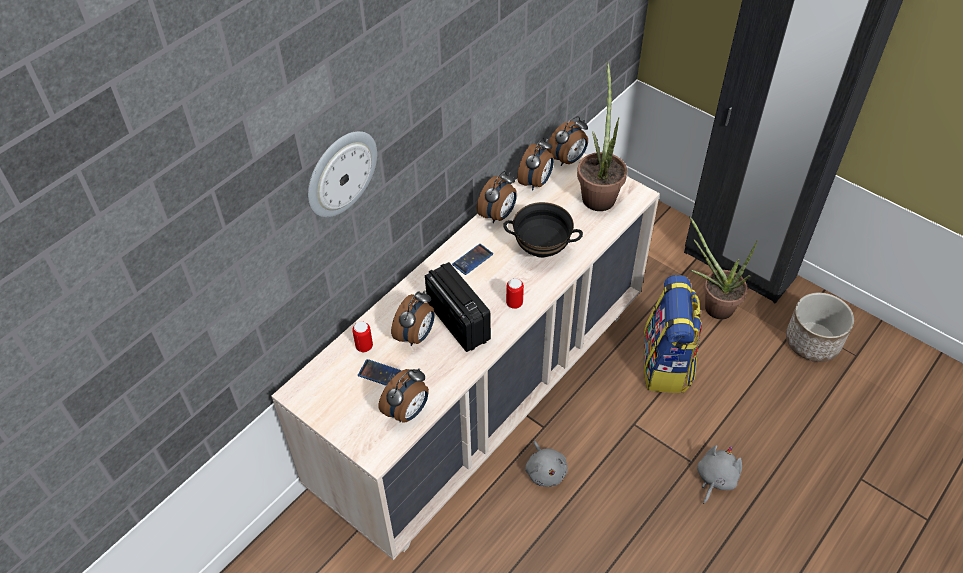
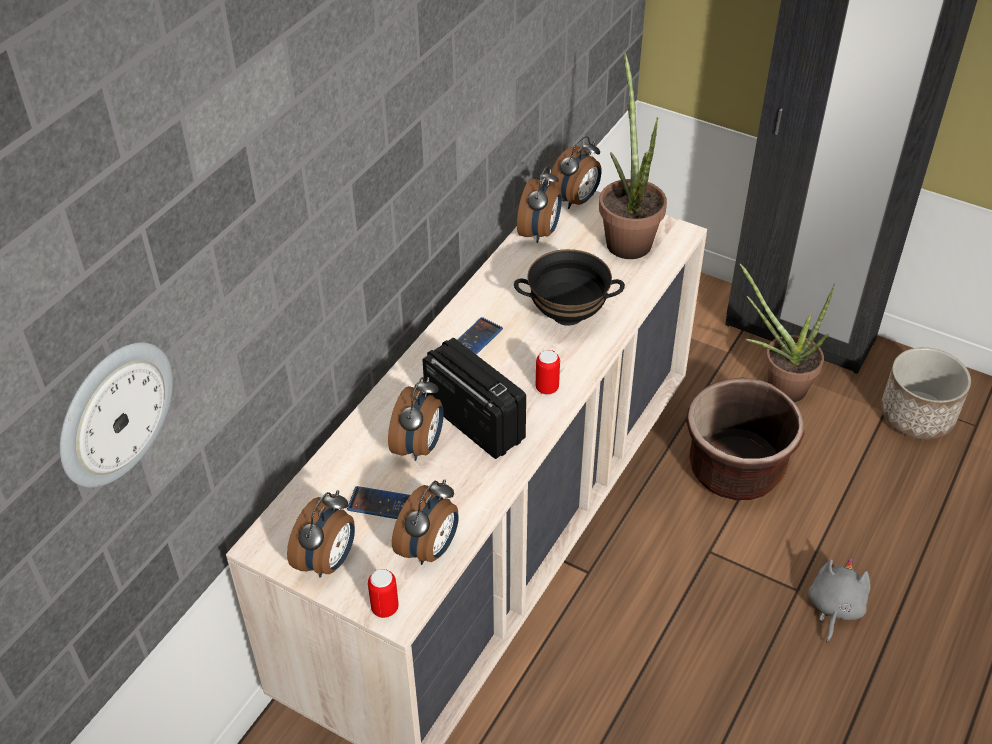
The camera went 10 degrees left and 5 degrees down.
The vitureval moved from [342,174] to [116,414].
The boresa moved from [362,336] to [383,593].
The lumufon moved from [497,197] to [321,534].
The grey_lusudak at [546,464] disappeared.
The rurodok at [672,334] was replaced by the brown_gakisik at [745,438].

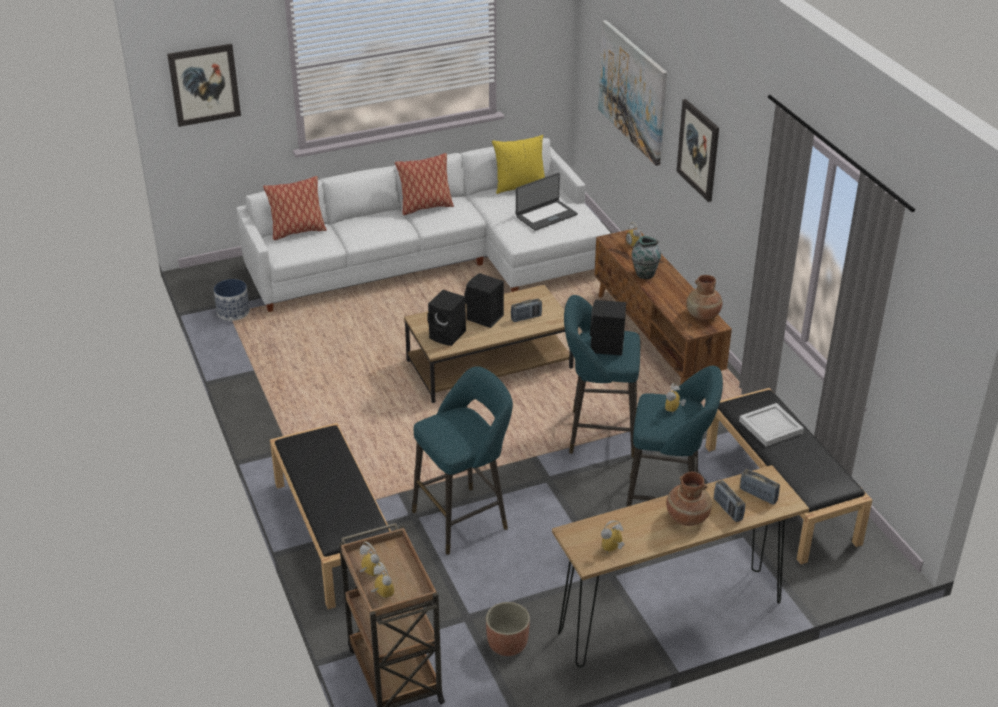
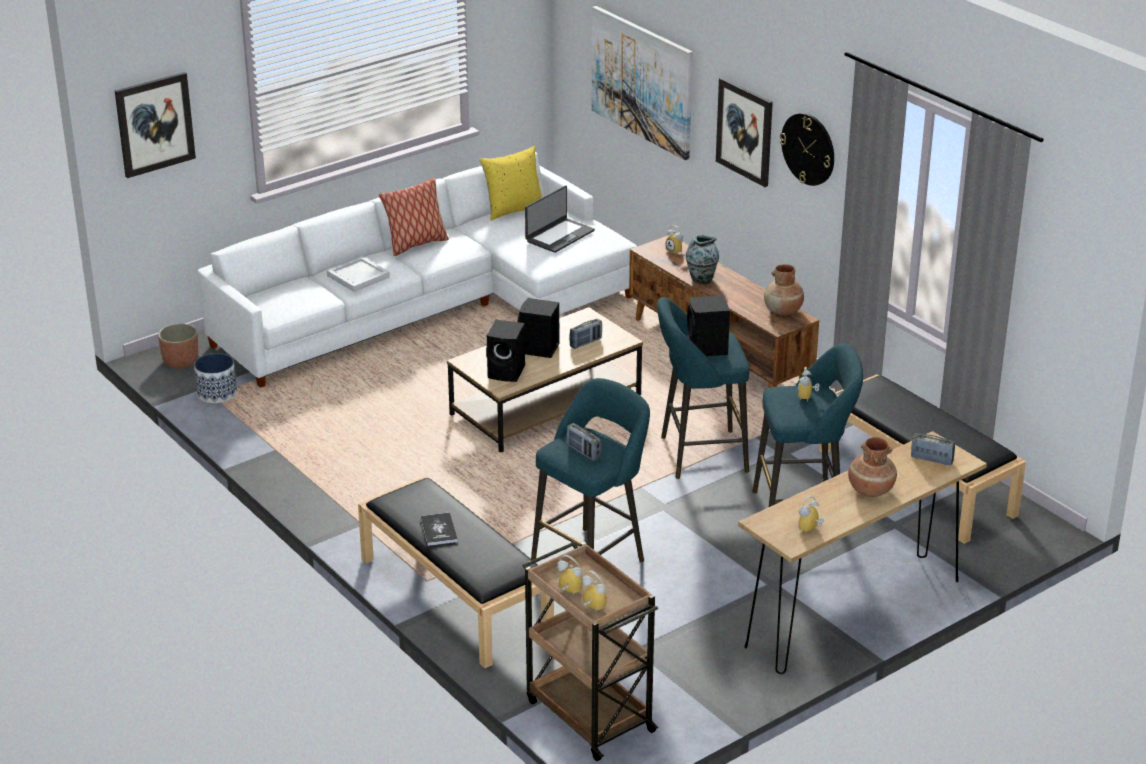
The camera went 15 degrees left and 5 degrees down.
The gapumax at [295,208] disappeared.
The gakisik moved from [508,629] to [178,346].
The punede moved from [729,501] to [584,442].
The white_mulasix moved from [771,425] to [358,274].
The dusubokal at [439,529] appeared.
The vitureval at [807,149] appeared.

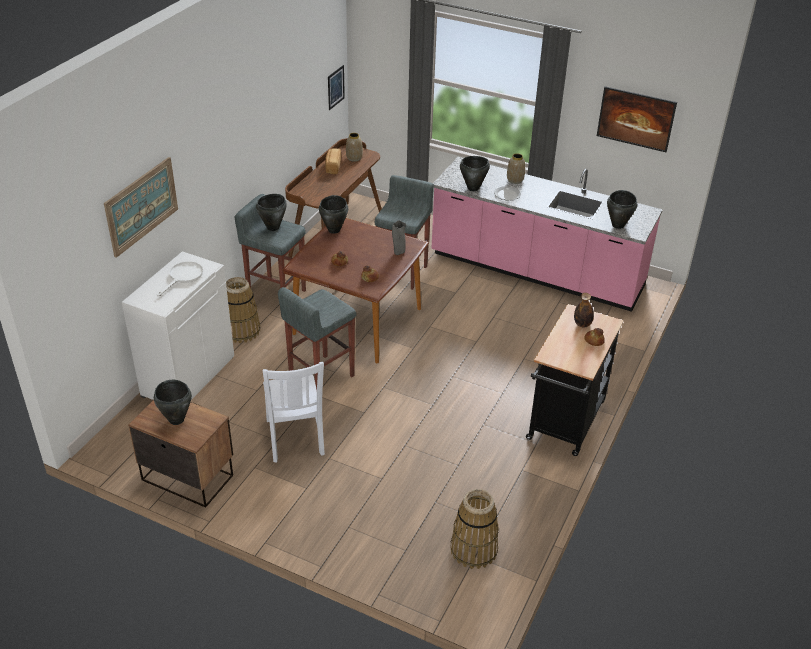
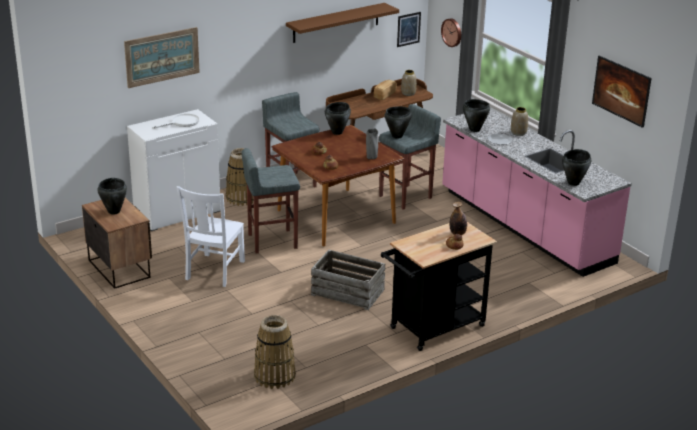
The camera went 30 degrees right and 10 degrees down.
The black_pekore moved from [271,212] to [398,122].
The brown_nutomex at [342,23] appeared.
The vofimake at [348,280] appeared.
The vitureval at [451,32] appeared.

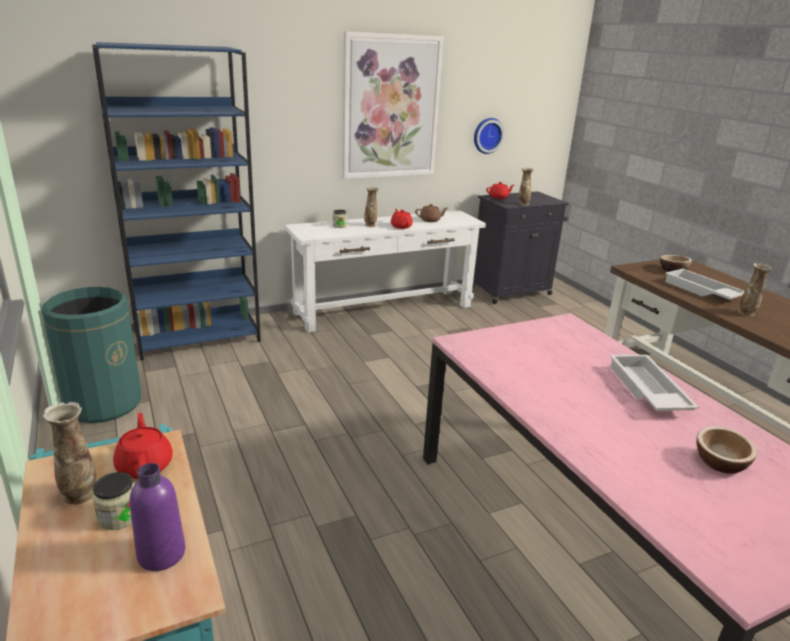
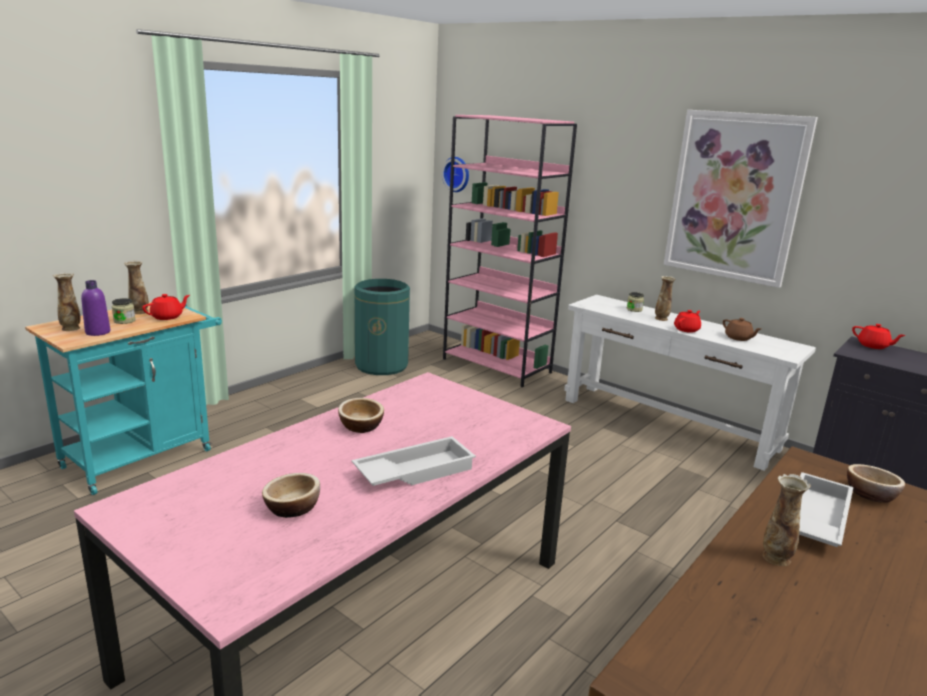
The camera went 65 degrees right and 5 degrees down.
The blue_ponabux at [176,201] became the pink_ponabux at [510,251].
The vitureval moved from [489,136] to [455,174].
The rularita moved from [526,187] to [67,302].
The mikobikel at [361,415] appeared.

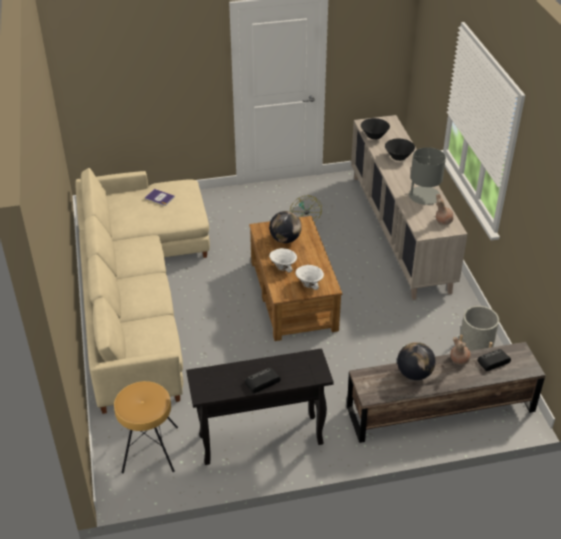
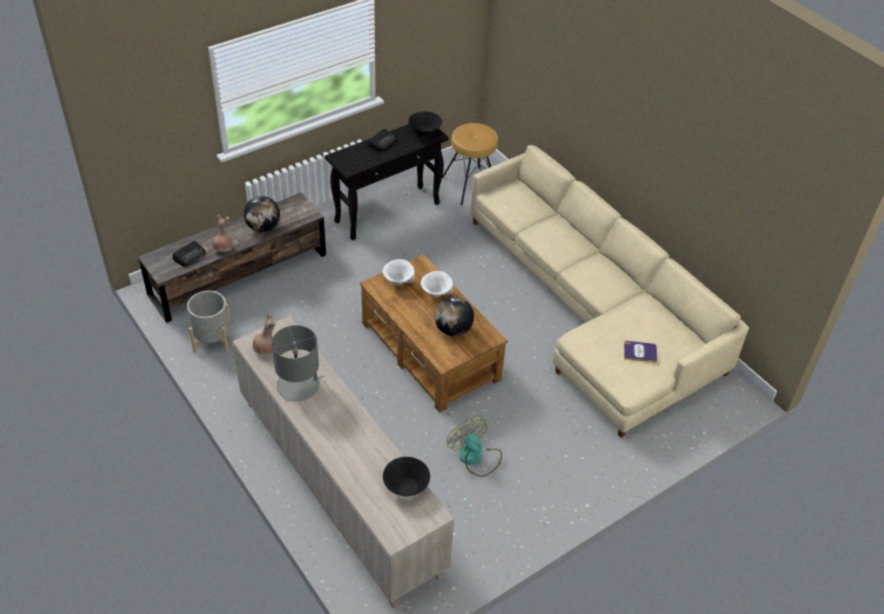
The camera went 155 degrees right and 5 degrees up.
The black_mikobikel moved from [400,150] to [425,124].

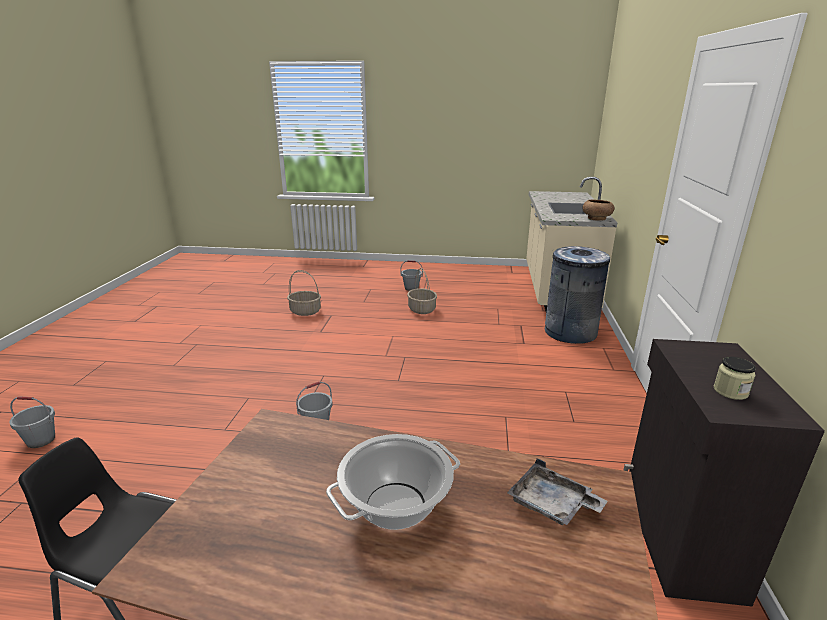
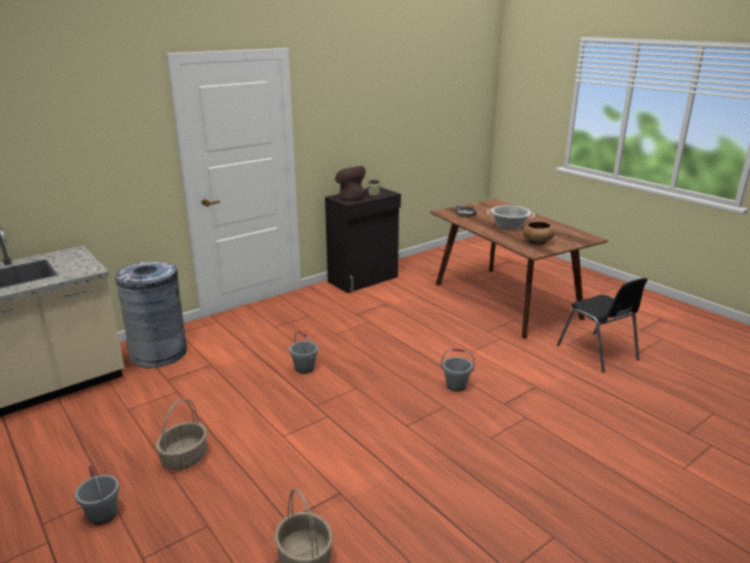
The camera went 135 degrees left and 0 degrees up.
The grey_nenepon moved from [32,422] to [303,352].
The brown_mikobikel moved from [598,210] to [539,233].
The brown_rularita at [350,183] appeared.

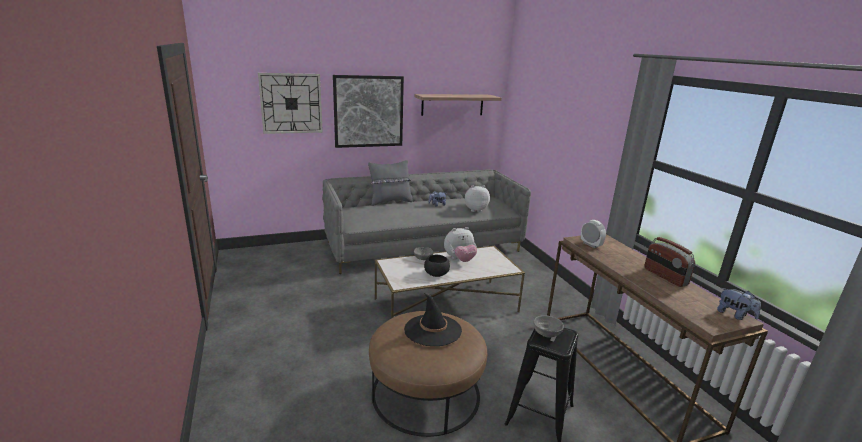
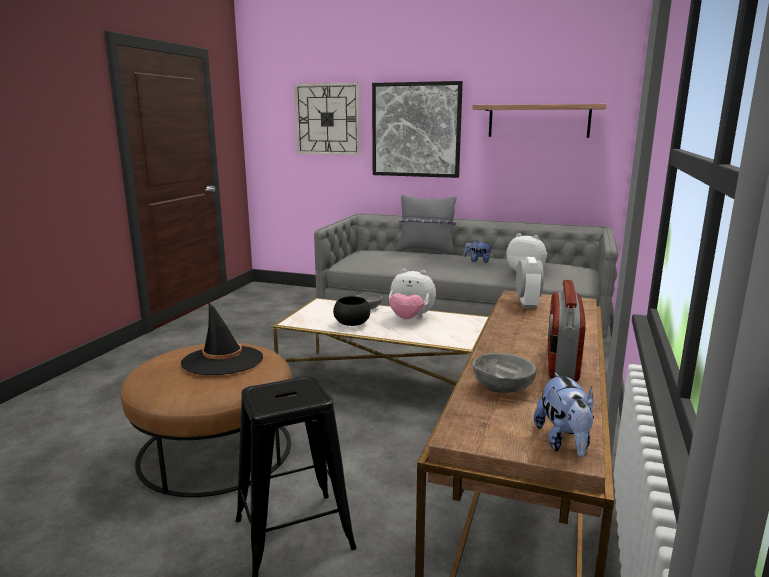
The camera went 40 degrees right and 5 degrees down.
The grey_mikobikel moved from [549,326] to [504,373].

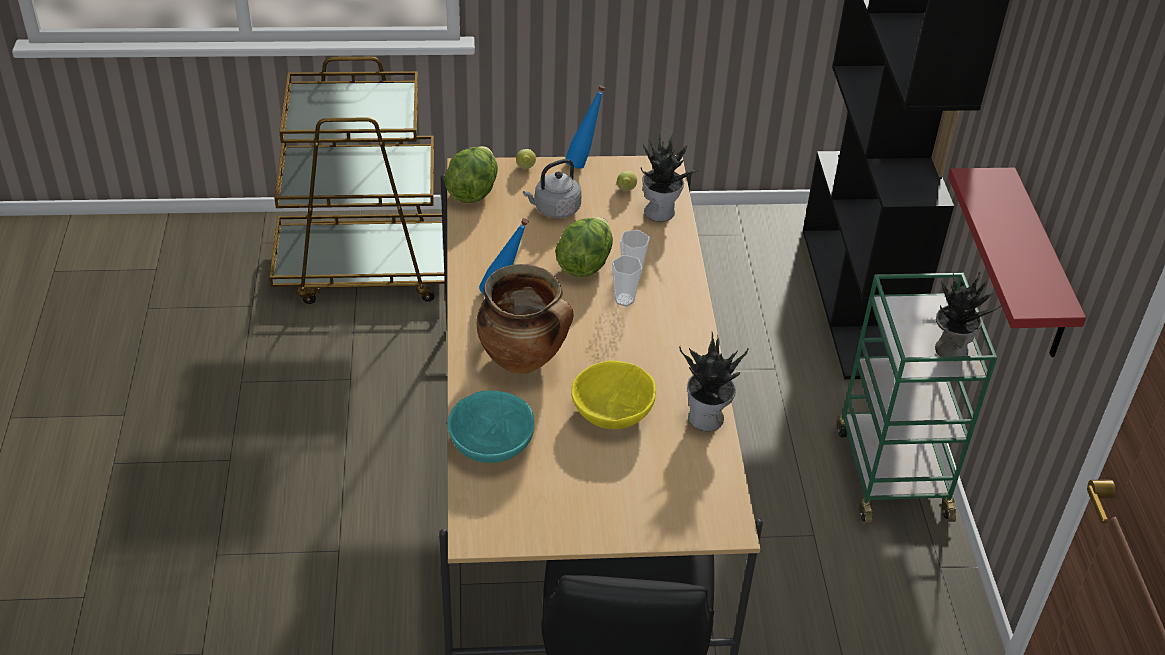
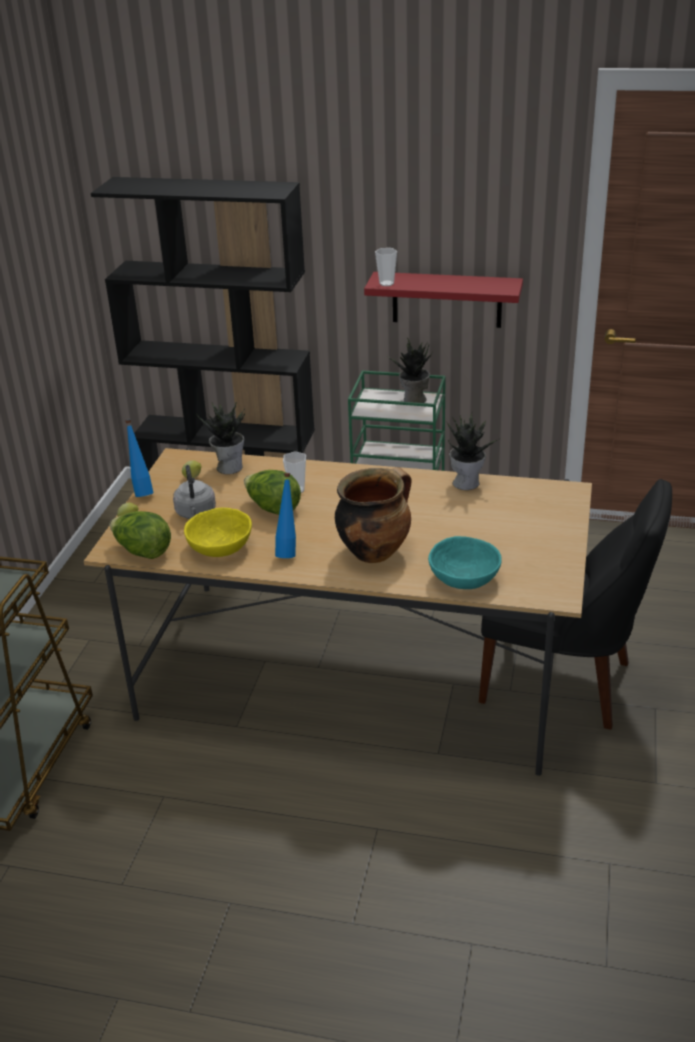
The camera went 70 degrees left and 10 degrees down.
The yellow_mikobikel moved from [613,394] to [218,532].
The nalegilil moved from [627,280] to [386,267].

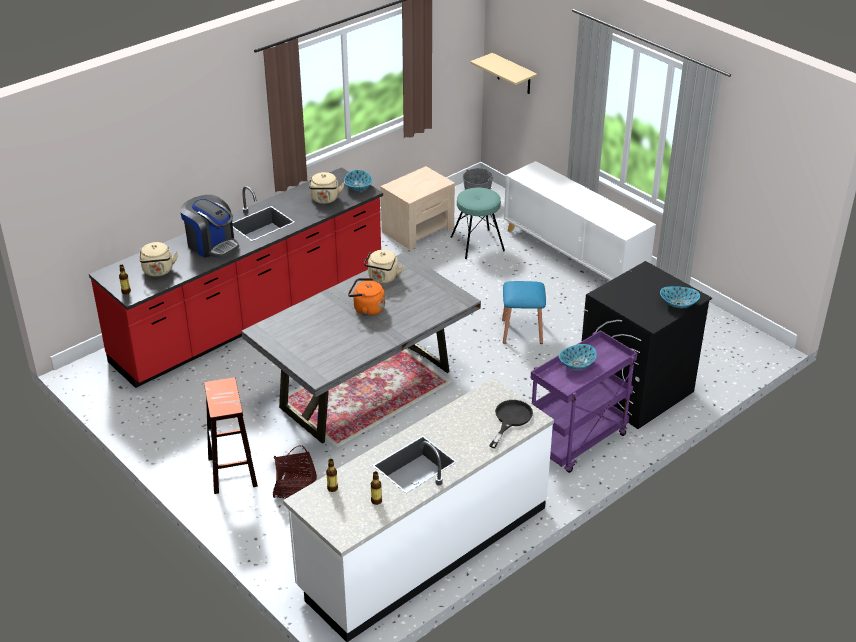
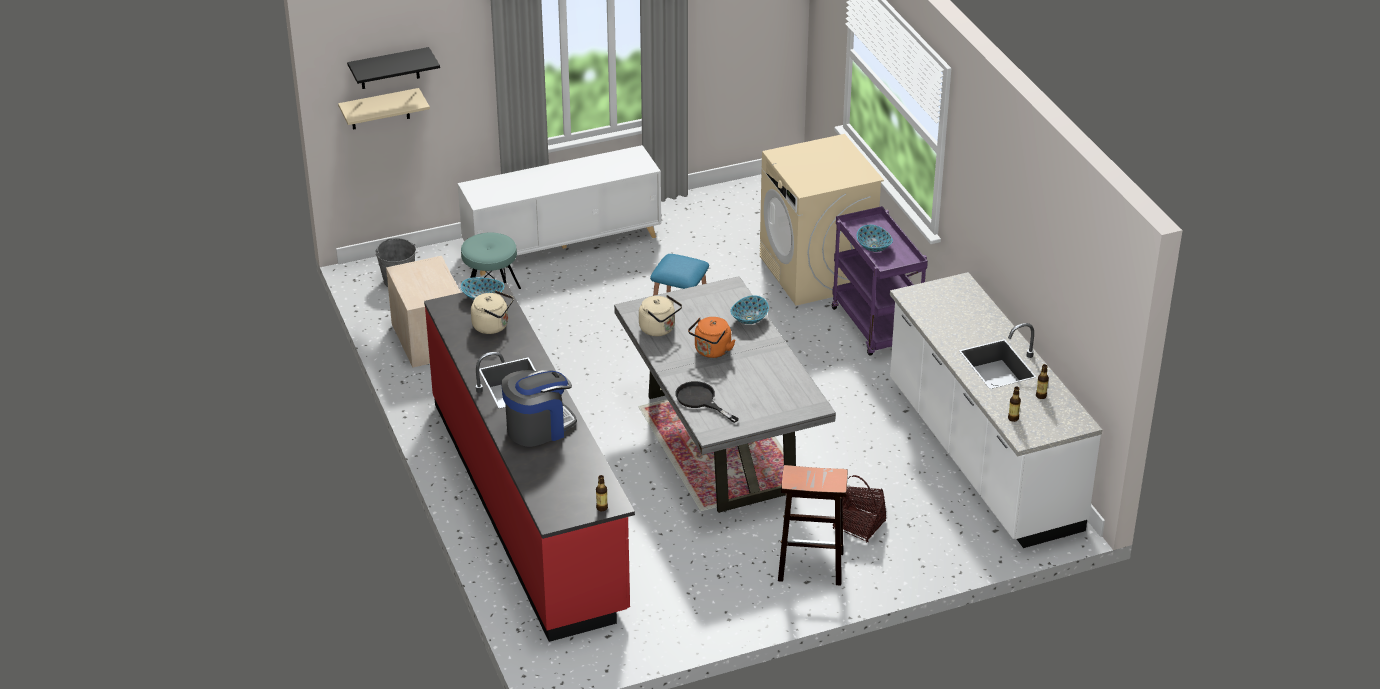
The camera went 70 degrees left and 0 degrees up.
The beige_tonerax at [159,259] disappeared.
The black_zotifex moved from [511,424] to [707,402].
The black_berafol at [647,345] became the beige_berafol at [822,220].
The mikobikel moved from [680,297] to [750,309].
The black_nutomex at [393,68] appeared.

